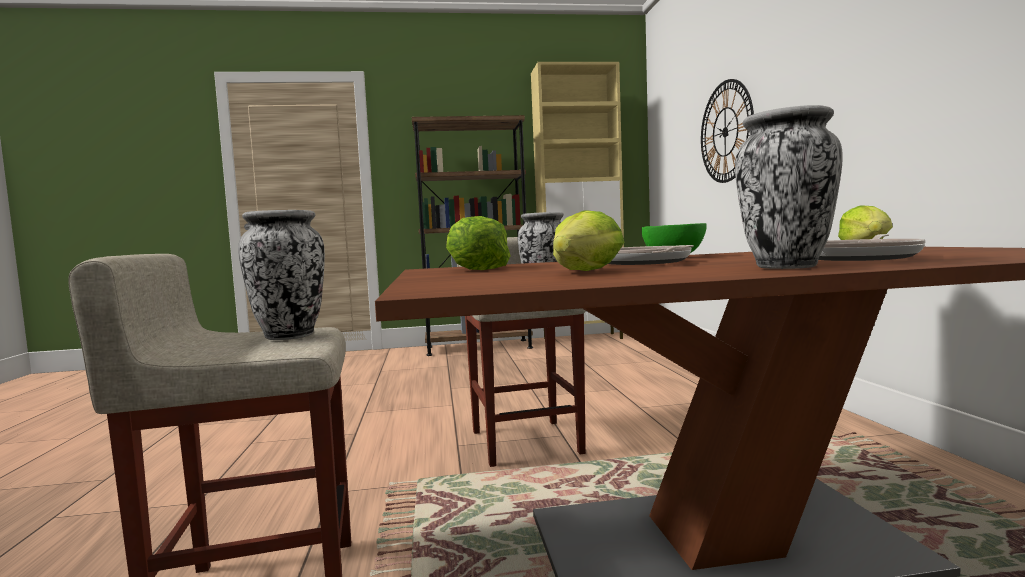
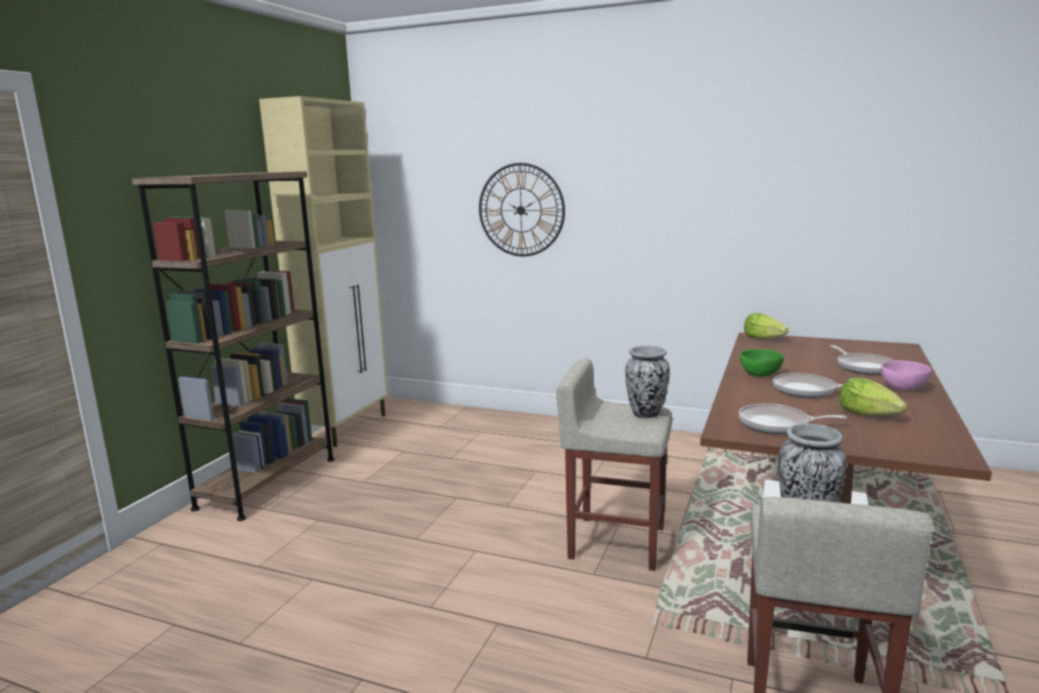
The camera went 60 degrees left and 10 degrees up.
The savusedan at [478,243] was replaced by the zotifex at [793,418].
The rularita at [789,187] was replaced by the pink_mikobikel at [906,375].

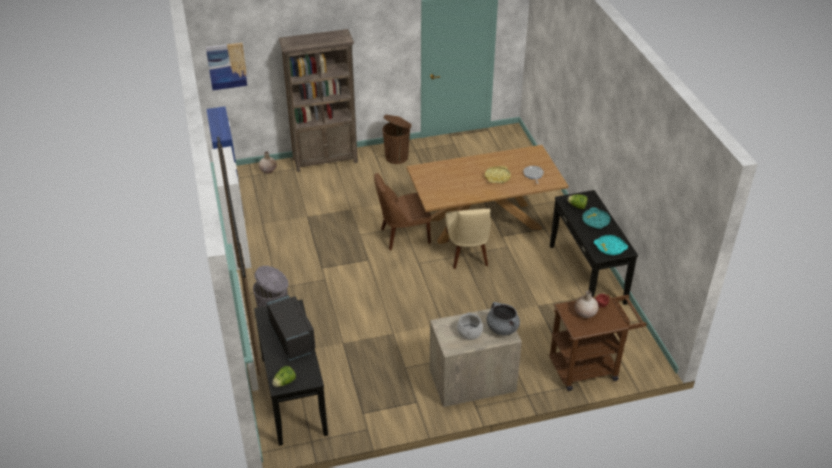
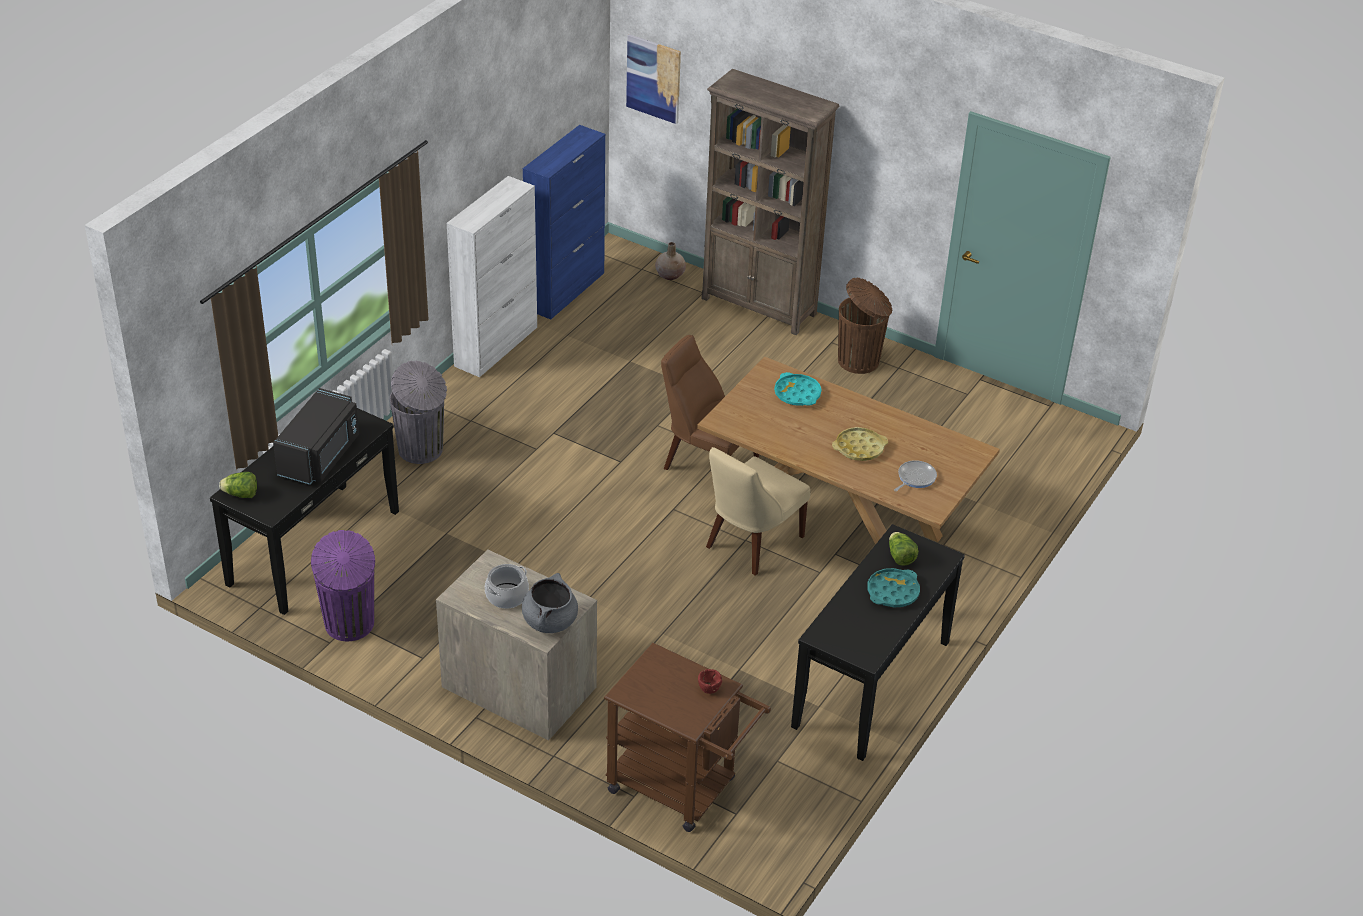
The camera went 45 degrees right and 0 degrees up.
The beige_rularita at [587,304] disappeared.
The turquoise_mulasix moved from [611,245] to [798,389].
The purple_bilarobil at [343,585] appeared.

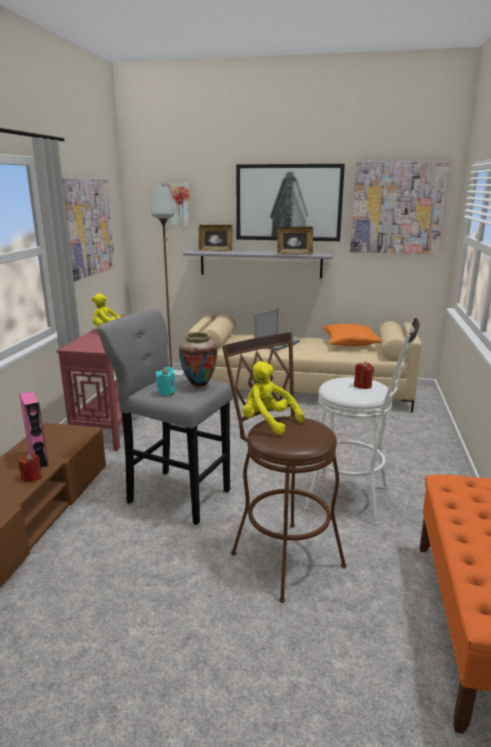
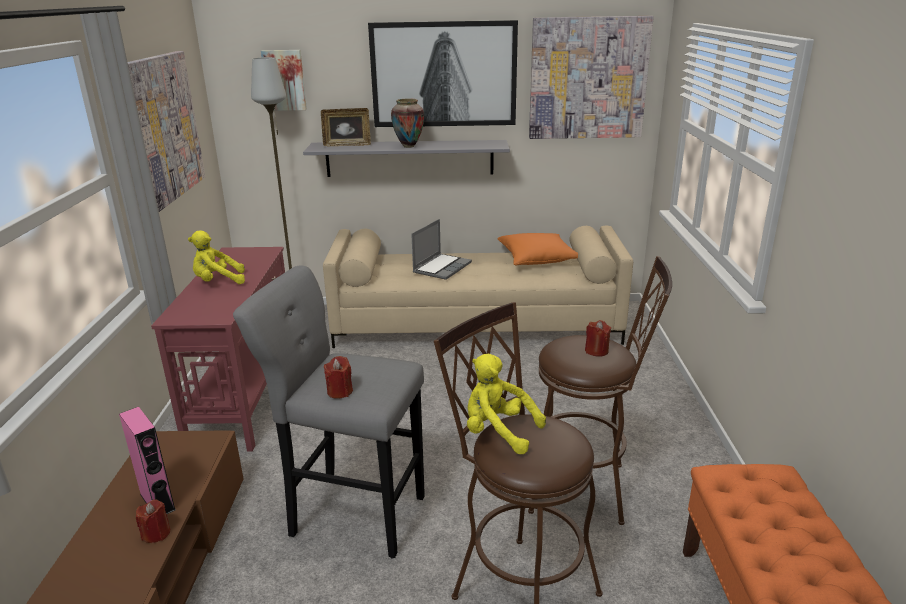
The camera went 10 degrees left and 5 degrees up.
The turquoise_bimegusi at [166,381] became the red_bimegusi at [338,377].
The rularita moved from [198,360] to [407,123].
The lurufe at [295,240] disappeared.
The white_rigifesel at [362,421] became the brown_rigifesel at [600,390].

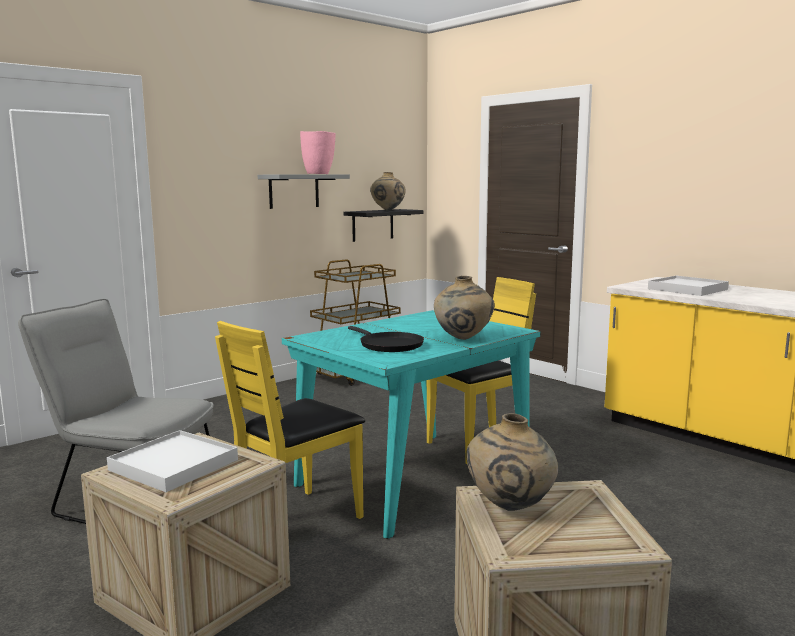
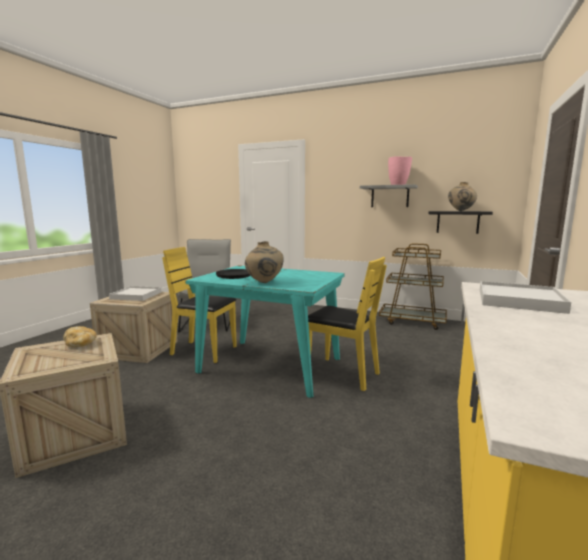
The camera went 65 degrees right and 0 degrees up.
The beige_rularita at [512,462] was replaced by the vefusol at [80,337].

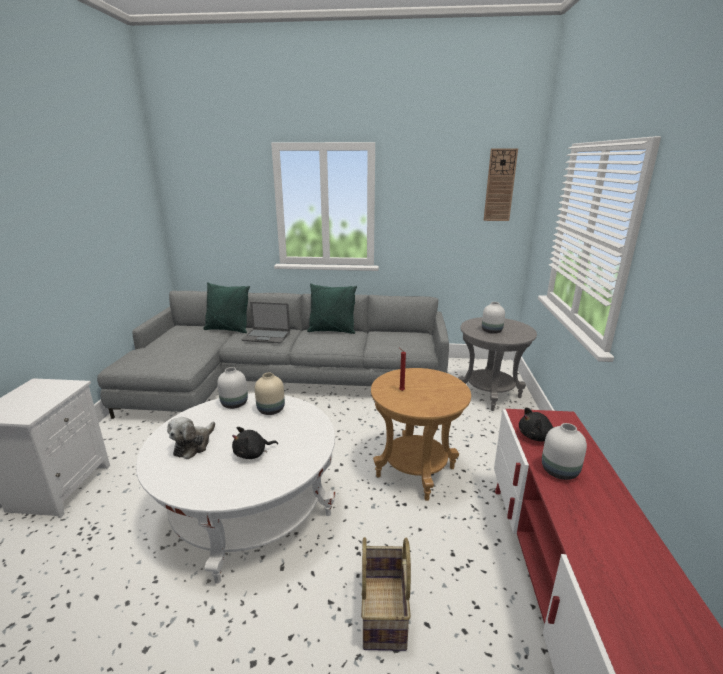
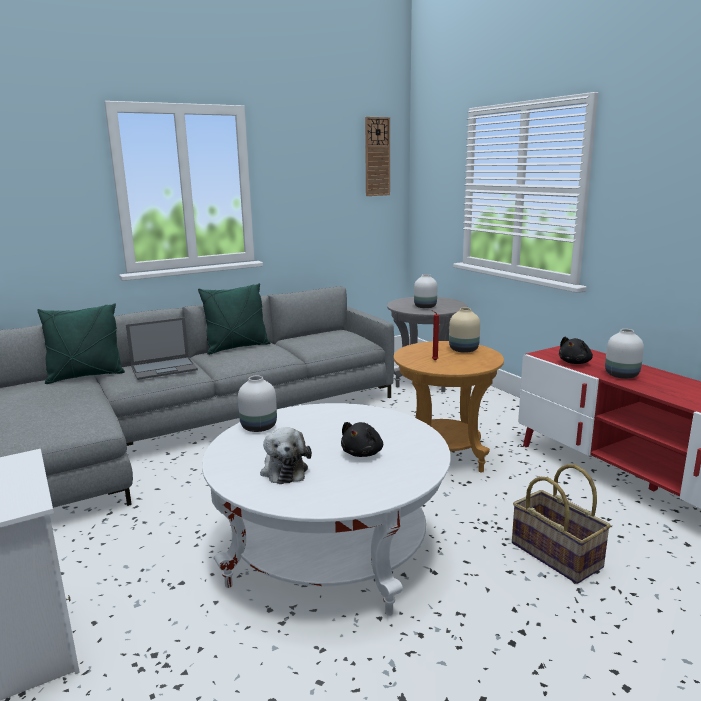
The camera went 35 degrees left and 5 degrees down.
The beige_rularita moved from [270,394] to [464,330].

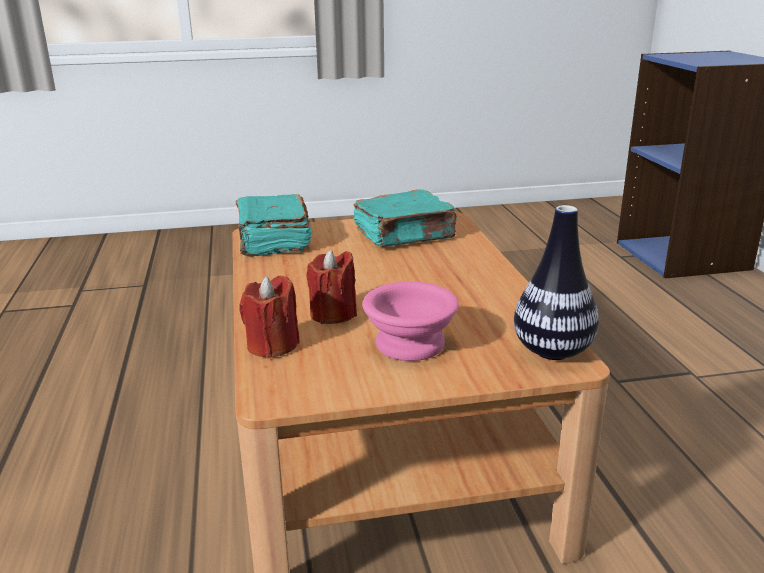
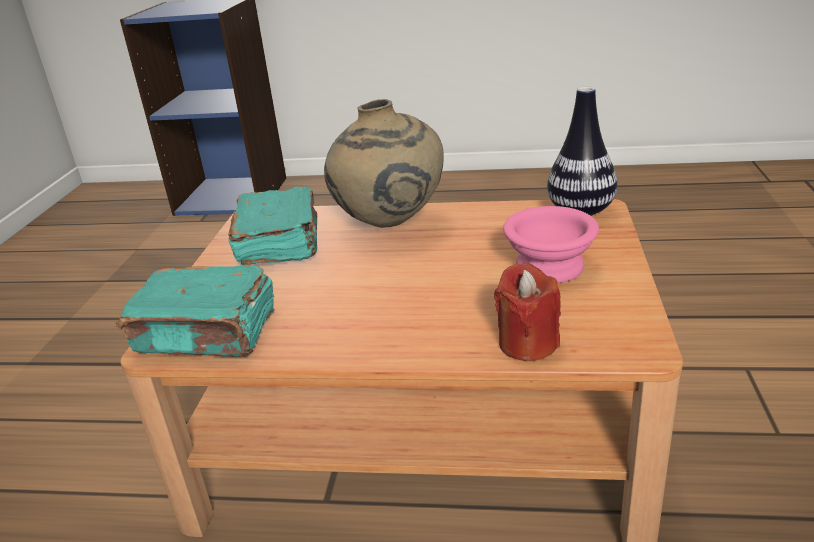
The camera went 70 degrees left and 5 degrees up.
The red_bimegusi at [331,286] disappeared.
The beige_rularita at [384,163] appeared.

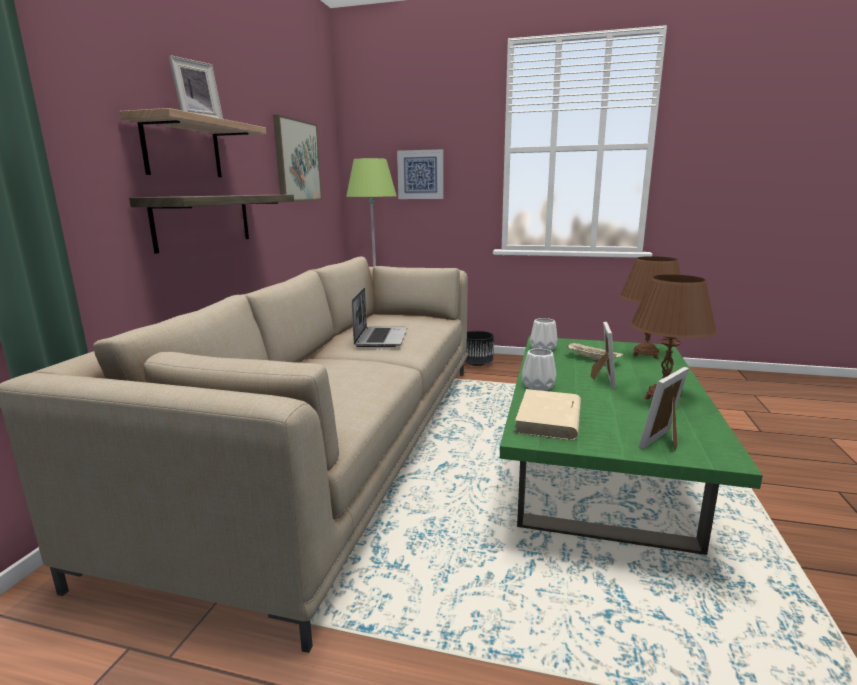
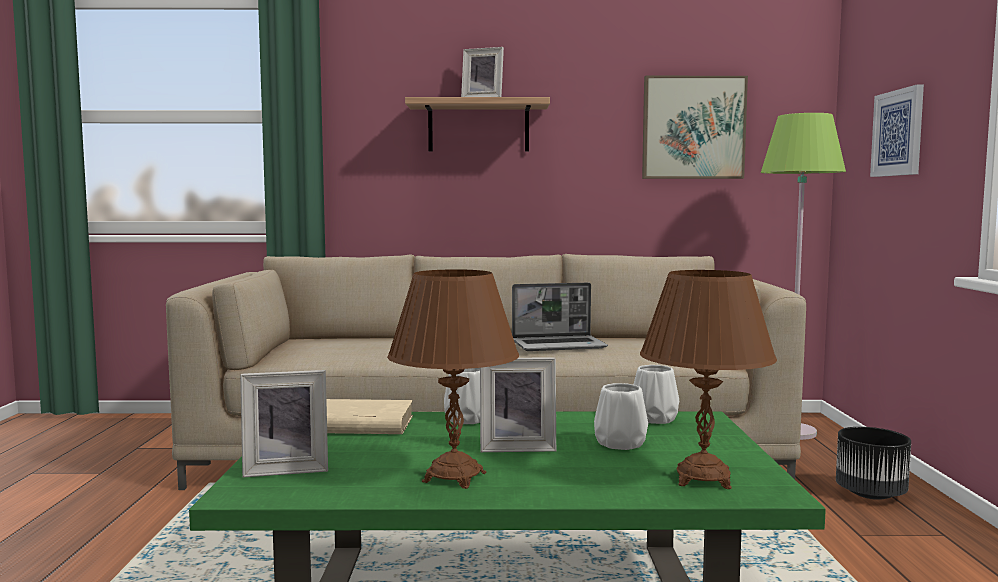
The camera went 75 degrees right and 10 degrees down.
The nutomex at [211,224] disappeared.
The beige_mulasix at [595,352] was replaced by the white_rularita at [621,416].
The lurufe at [663,409] turned 135 degrees clockwise.

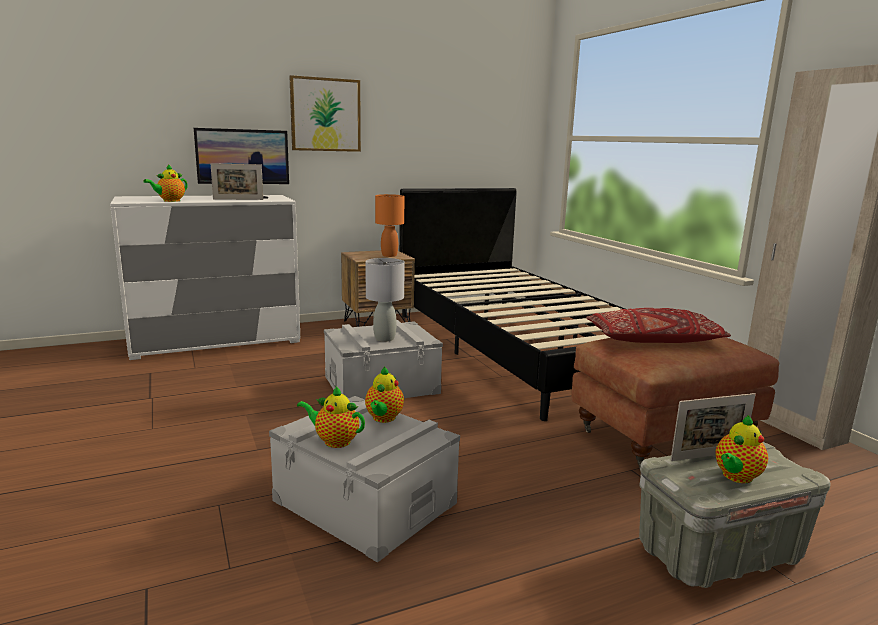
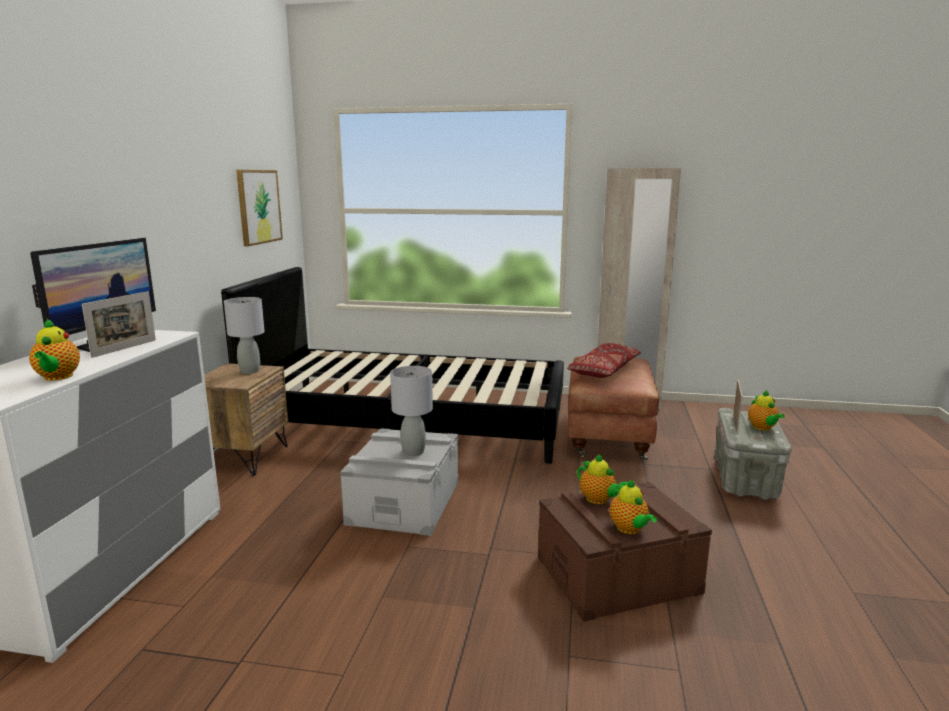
The camera went 55 degrees left and 0 degrees up.
The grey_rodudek at [364,479] became the brown_rodudek at [625,552].
The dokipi moved from [325,113] to [259,208].
The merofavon at [331,416] turned 75 degrees counterclockwise.
The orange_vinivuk at [390,225] became the grey_vinivuk at [244,335].

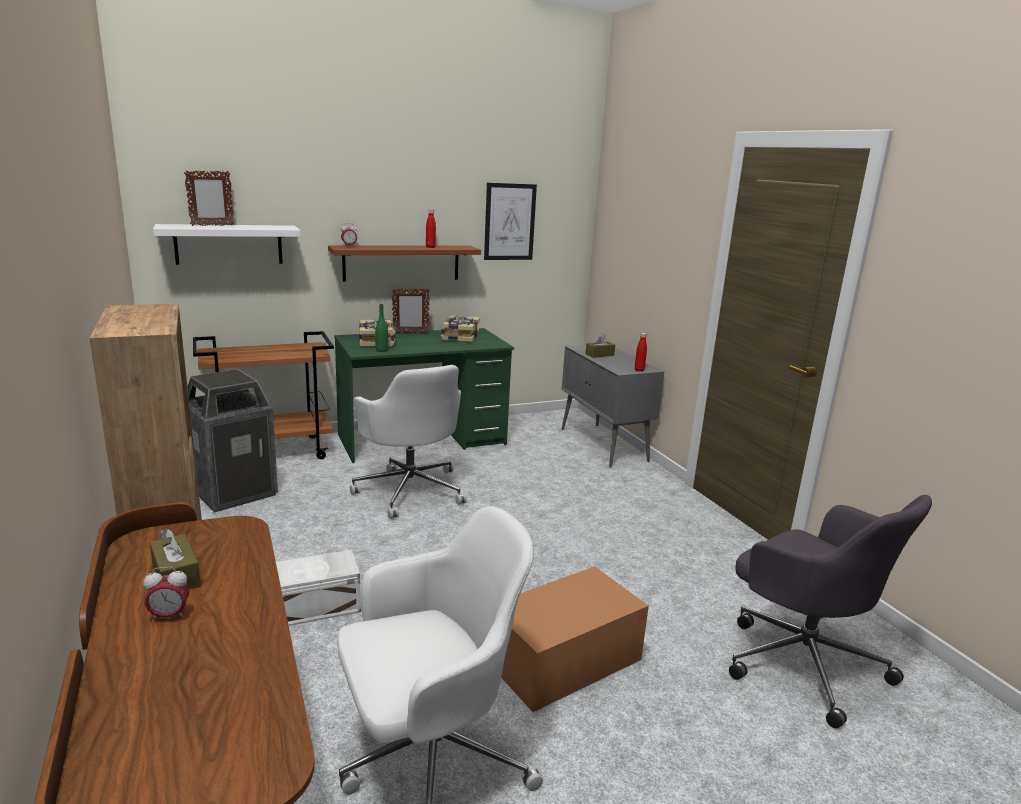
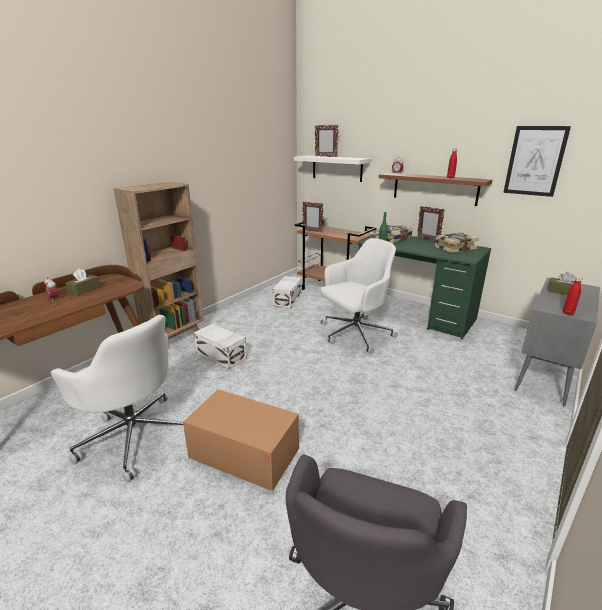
The camera went 60 degrees right and 5 degrees up.
The bilarobil at [232,440] was replaced by the white_rodudek at [287,292].
The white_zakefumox at [408,442] turned 150 degrees counterclockwise.
The lurufe at [313,217] appeared.

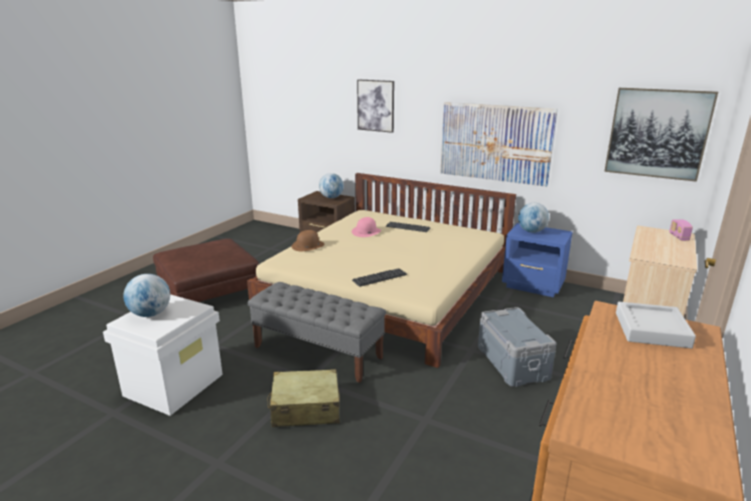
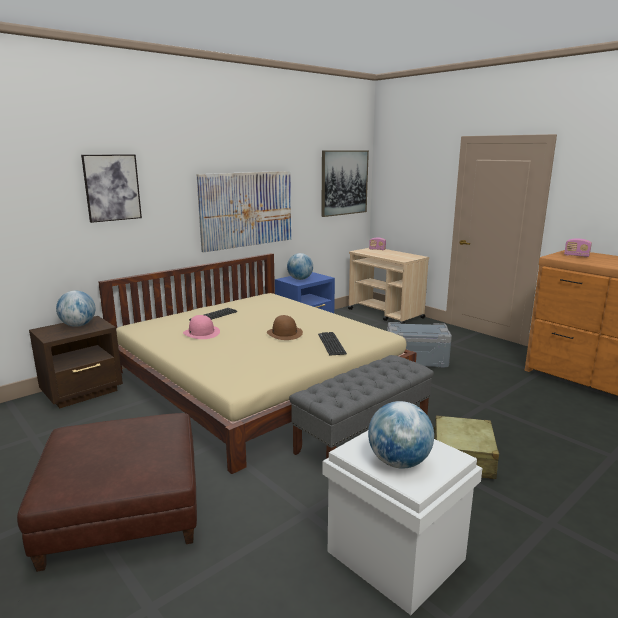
The camera went 70 degrees left and 5 degrees down.
The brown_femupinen moved from [308,240] to [285,327].
The grey_mulasix at [656,325] was replaced by the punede at [578,247].

